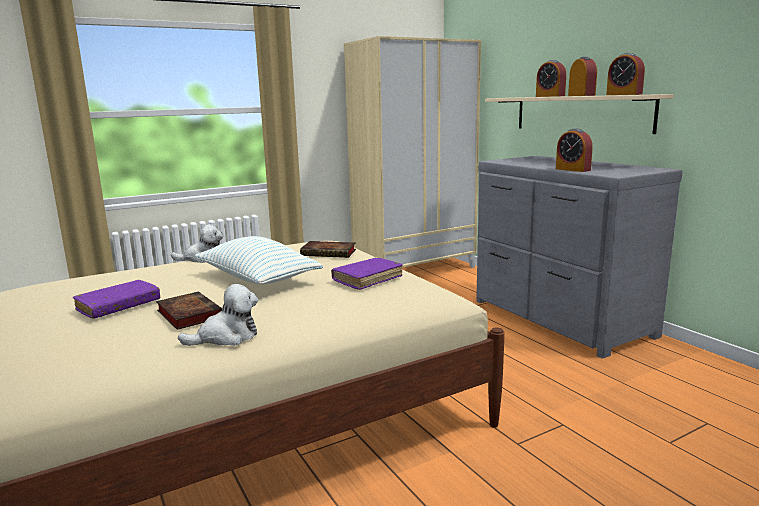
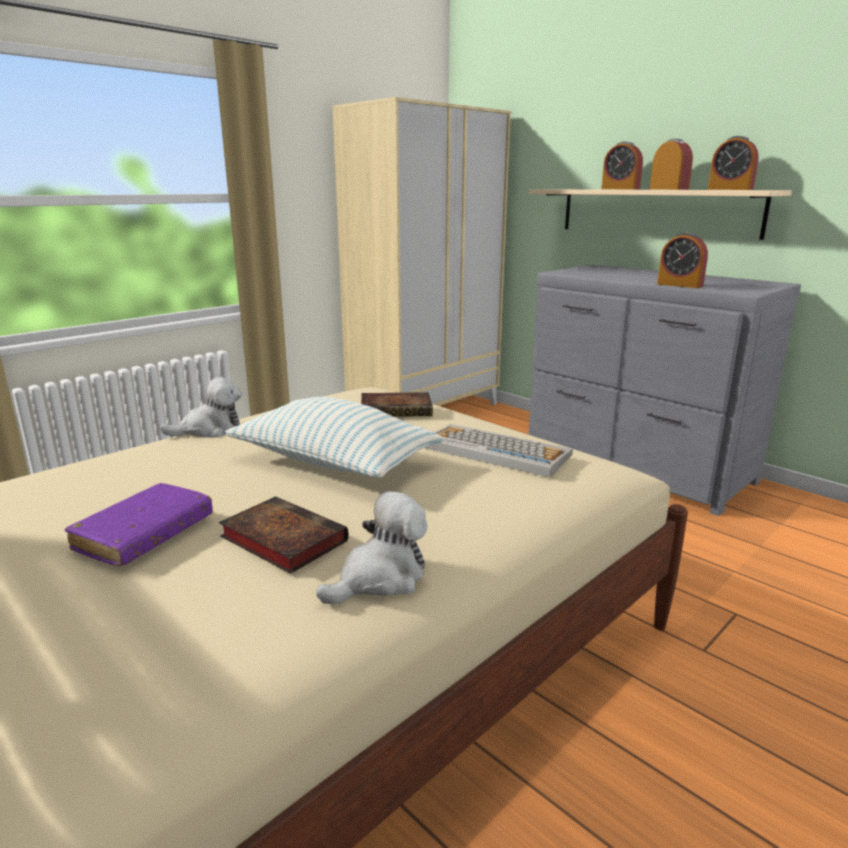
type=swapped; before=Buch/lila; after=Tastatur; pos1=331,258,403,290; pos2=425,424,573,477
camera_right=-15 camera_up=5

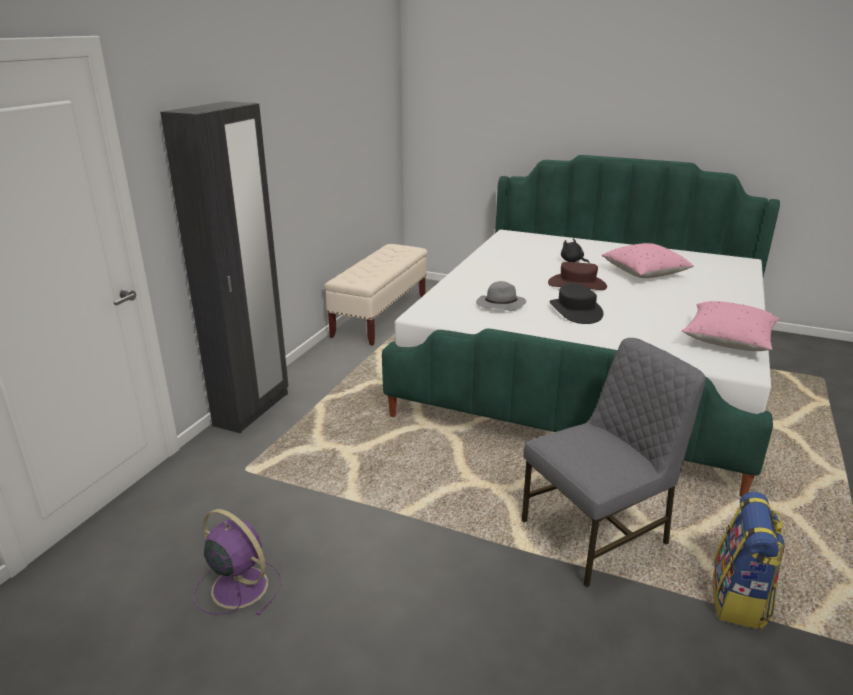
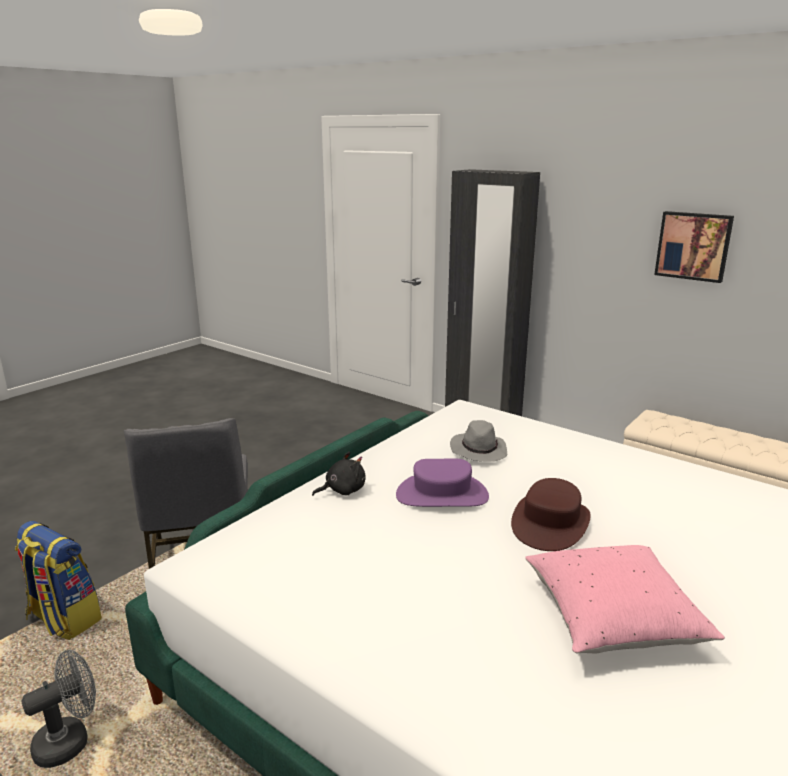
type=gone; before=Ventilator/lila; pos1=194,509,281,616
type=repainted; before=Hut/schwarz; after=Hut/lila; pos1=549,283,603,324; pos2=396,458,489,507
type=shifted; before=Plüschtier/schwarz; pos1=561,238,589,263; pos2=312,452,366,496
type=gone; before=Kissen/rosa; pos1=682,301,780,351
type=new; after=Ventilator/grau; pos2=21,650,96,768
type=new; after=Bild; pos2=654,211,734,283
camera_right=105 camera_up=-5

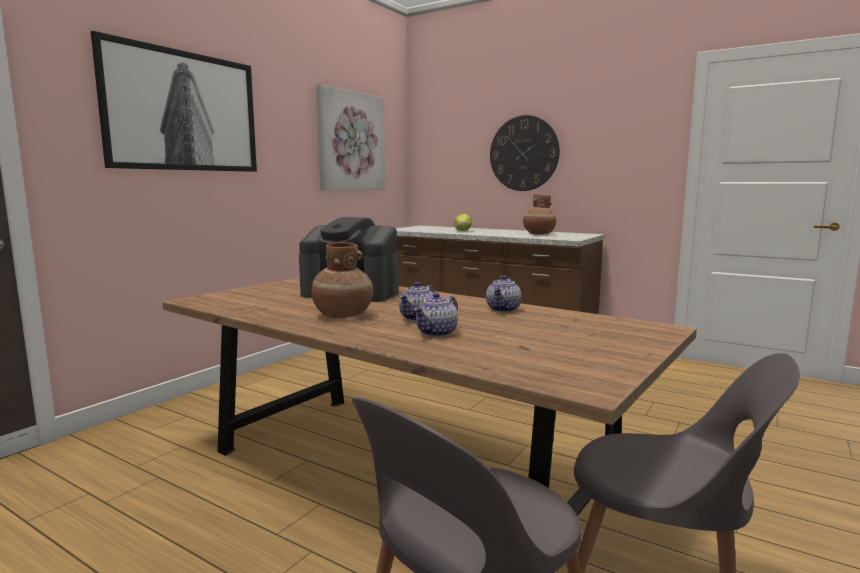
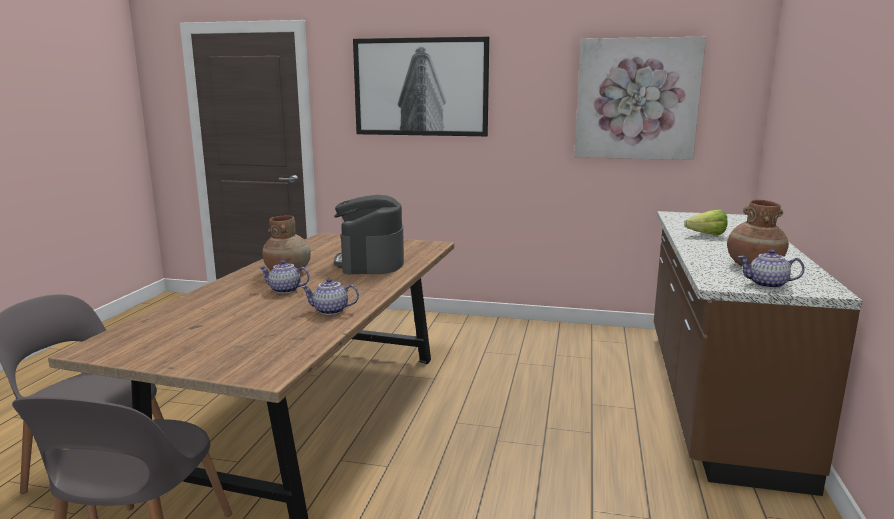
type=shifted; before=Teekanne; pos1=414,293,458,337; pos2=738,249,805,288
type=gone; before=Wanduhr; pos1=490,115,560,191
camera_right=70 camera_up=5

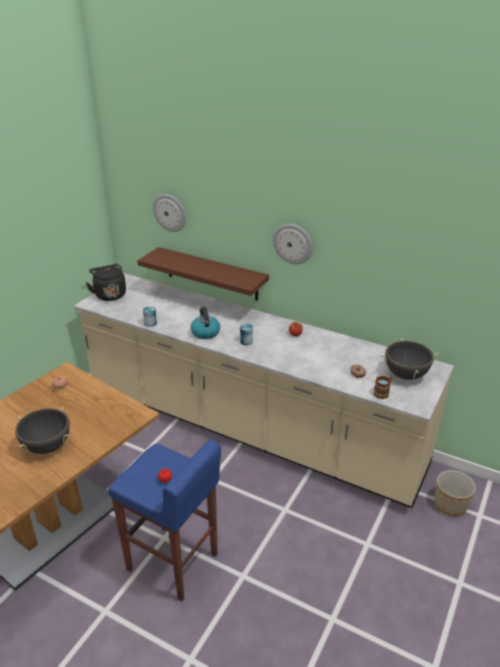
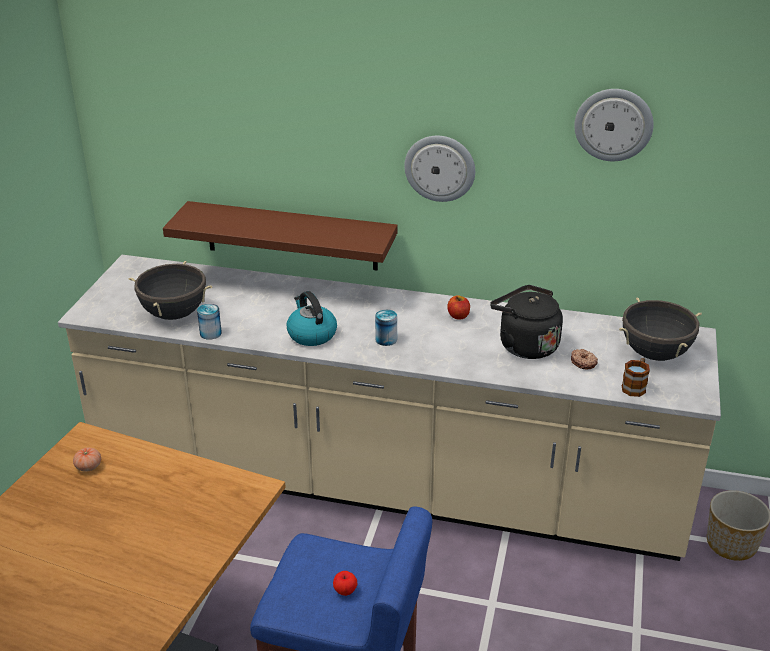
type=shifted; before=Kochtopf/schwarz; pos1=15,407,70,454; pos2=129,261,213,320
type=shifted; before=Wasserkessel/schwarz; pos1=86,264,126,301; pos2=490,285,563,359
type=shifted; before=Wanduhr; pos1=153,194,186,232; pos2=574,89,654,161
camera_right=-15 camera_up=0

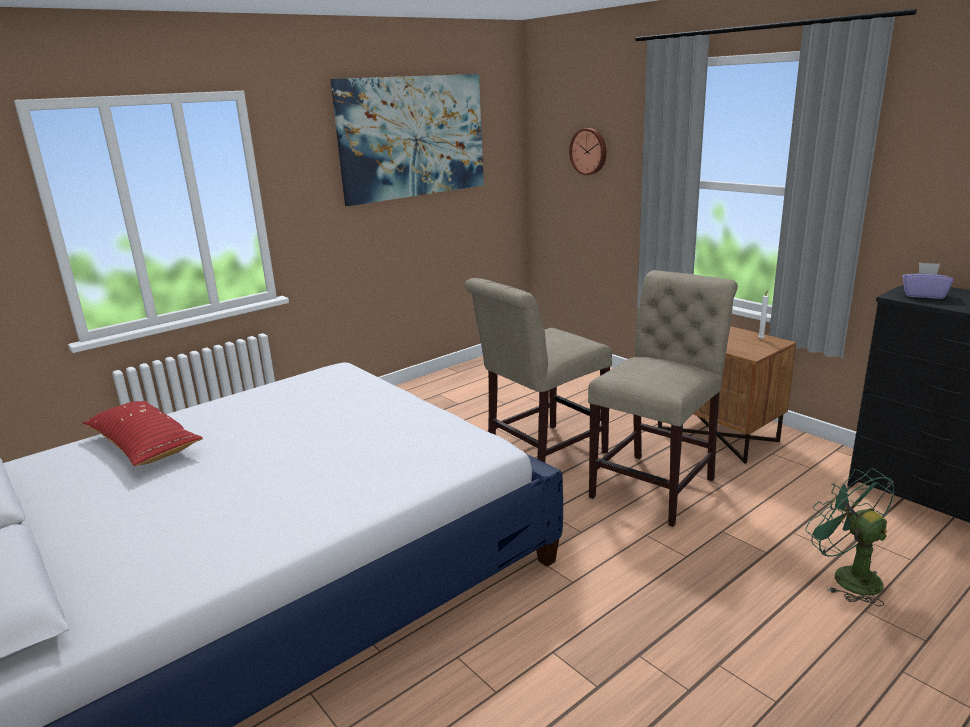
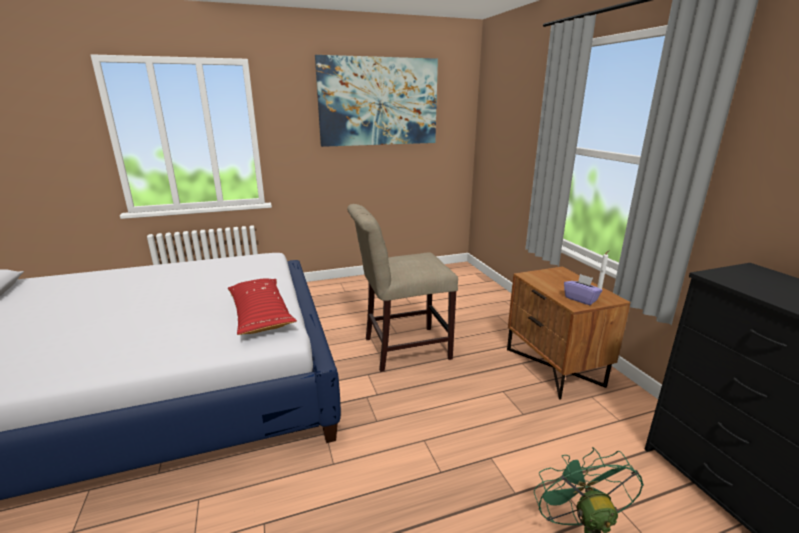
type=shifted; before=Kissen/rot; pos1=83,401,203,466; pos2=228,279,297,335
type=gone; before=Wanduhr; pos1=569,128,607,175
type=gone; before=Stuhl/beige; pos1=588,270,738,527
type=shifted; before=Taschentuchbox/lila; pos1=902,262,954,299; pos2=564,274,602,305
camera_right=20 camera_up=0

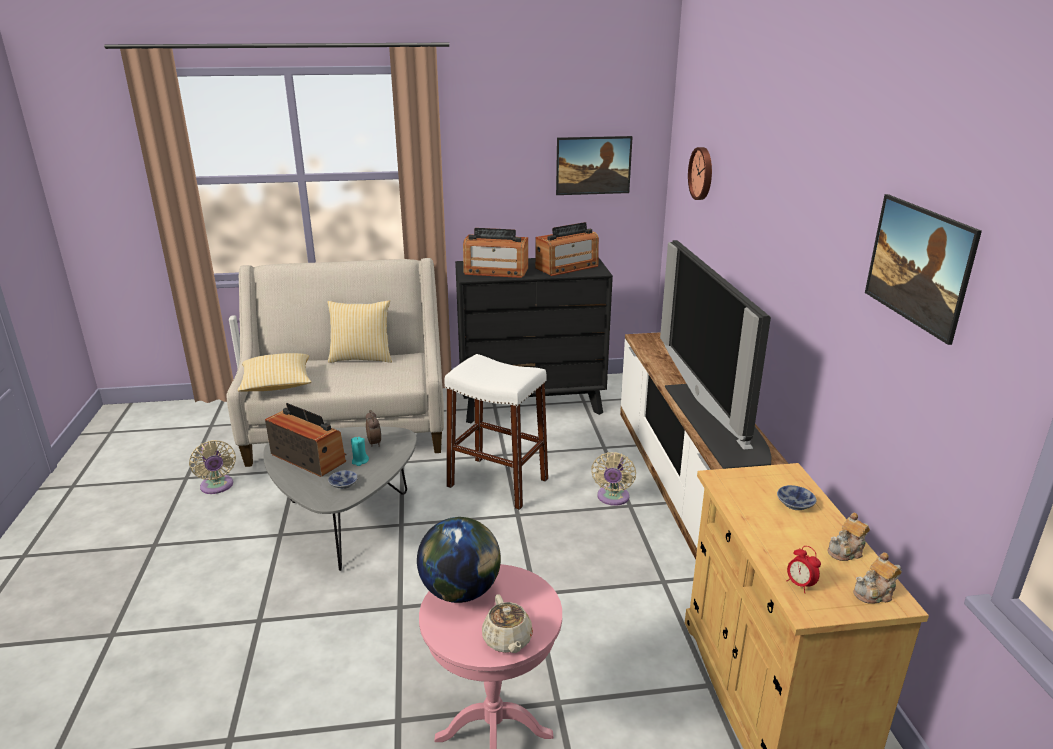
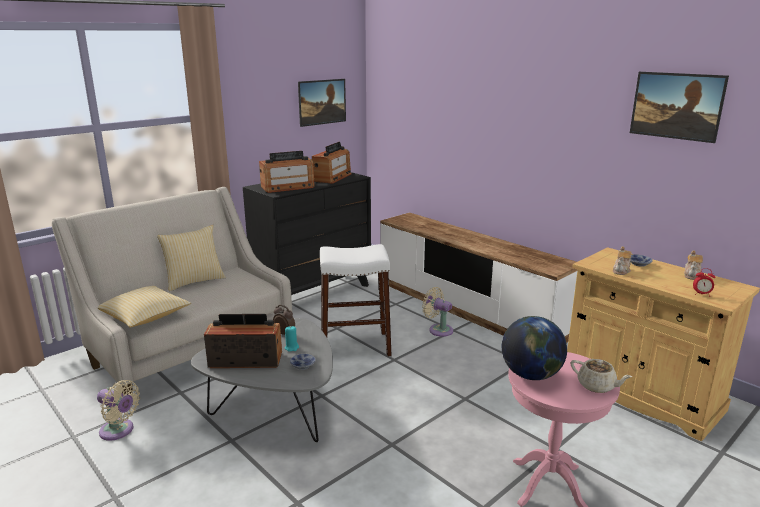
type=rotated; before=Ventilator/beige; pos1=591,452,636,506; pos2=422,287,453,337; turn=150
type=gone; before=Fernseher; pos1=660,240,771,469
type=gone; before=Wanduhr; pos1=688,147,712,200
type=shifted; before=Teekanne; pos1=853,552,902,604; pos2=613,246,632,275
camera_right=-35 camera_up=-5

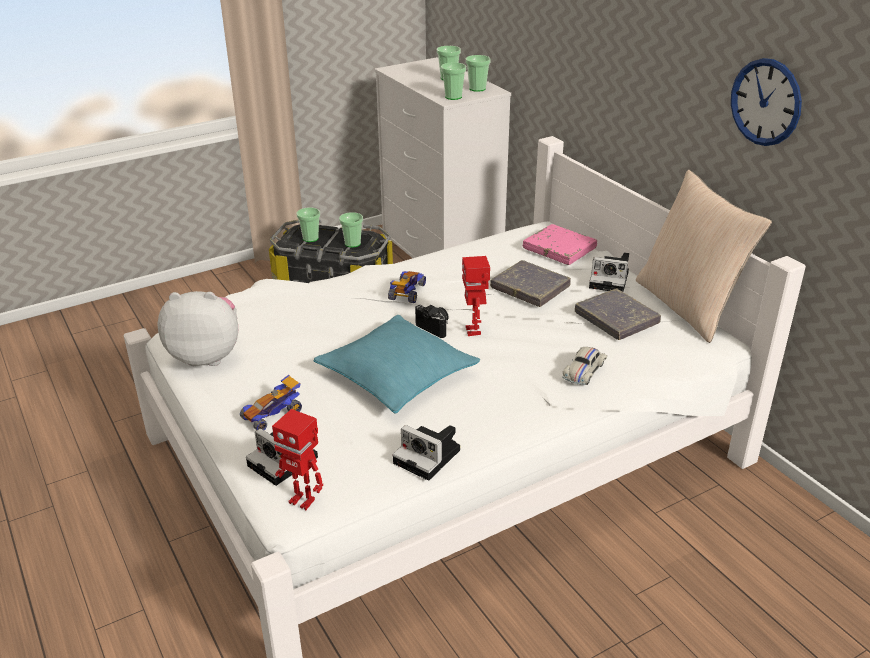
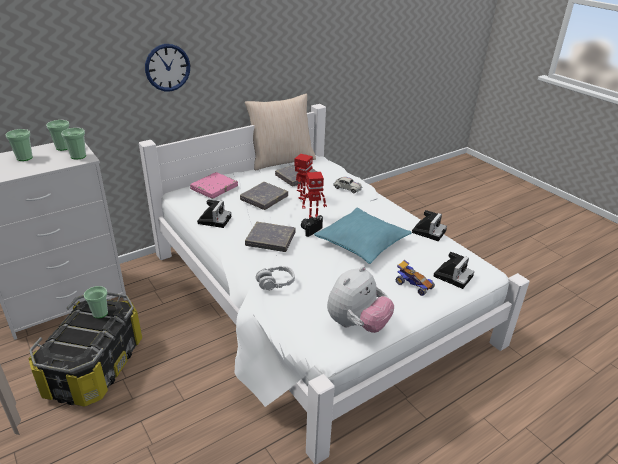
type=rotated; before=Plüschtier; pos1=157,291,238,366; pos2=327,266,394,333; turn=-135
type=shifted; before=Spielzeugroboter; pos1=272,409,323,510; pos2=294,154,313,200
type=gone; before=Tasse; pos1=296,207,320,242
type=swapped; before=Spielzeugauto; after=Buch/grau; pos1=388,271,426,303; pos2=245,222,296,252
type=shifted; before=Kamera; pos1=589,253,629,292; pos2=197,200,231,228
type=shifted; before=Wanduhr; pos1=731,58,802,146; pos2=145,44,190,91
type=new; after=Kopfhörer/grau; pos2=256,266,295,290
camera_right=-95 camera_up=0

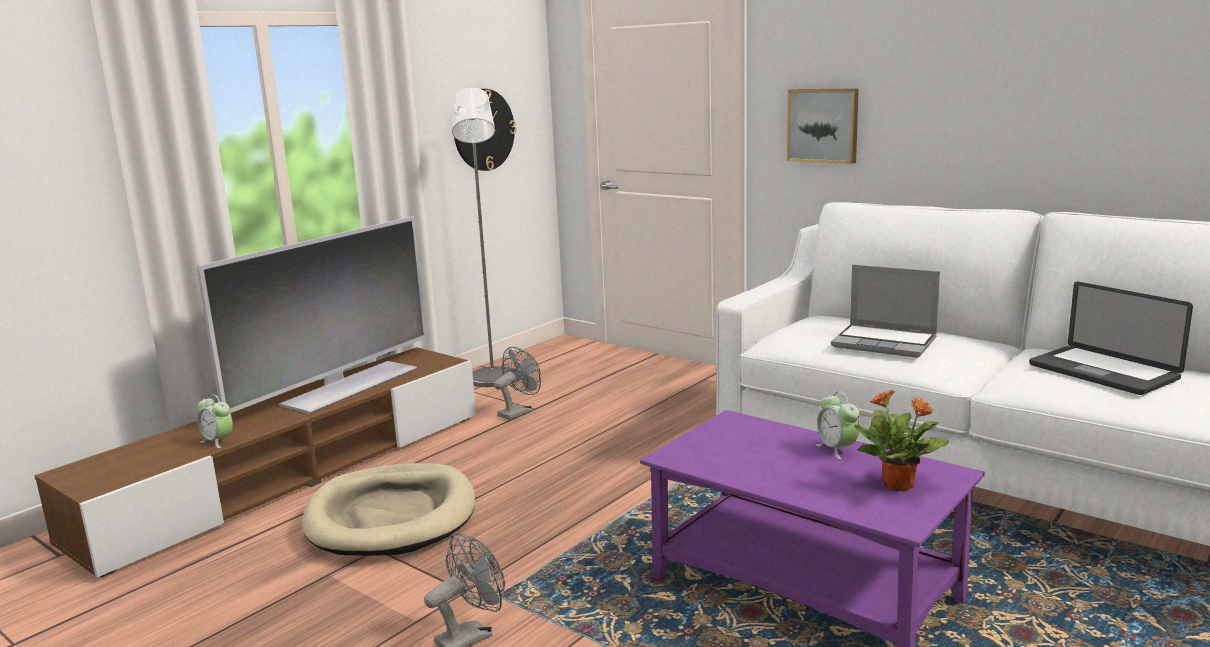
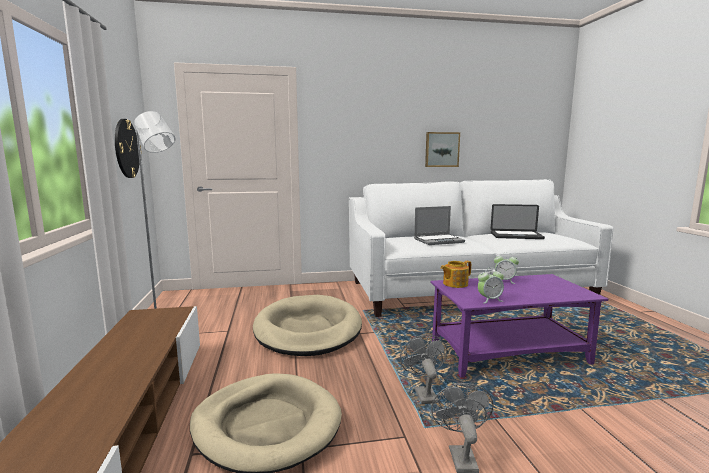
type=gone; before=Fernseher; pos1=197,216,427,414
type=shifted; before=Wecker; pos1=197,394,233,448; pos2=478,267,504,303
type=shifted; before=Ventilator/grau; pos1=494,347,541,420; pos2=400,335,448,404
type=shifted; before=Bild; pos1=787,88,859,164; pos2=425,132,460,167
type=gone; before=Topfpflanze; pos1=854,389,949,491
type=new; after=Hundebett/beige; pos2=253,295,362,356
type=new; after=Teekanne; pos2=441,261,471,288
camera_right=-50 camera_up=-5

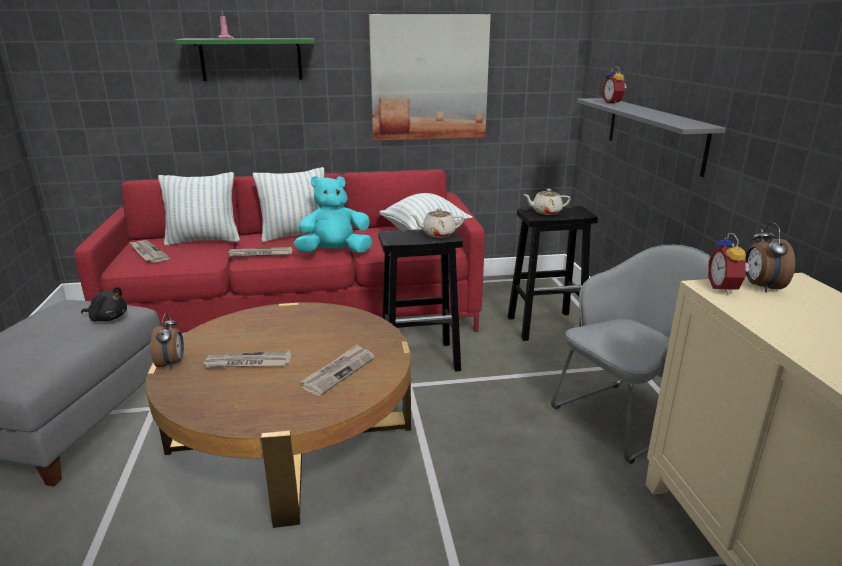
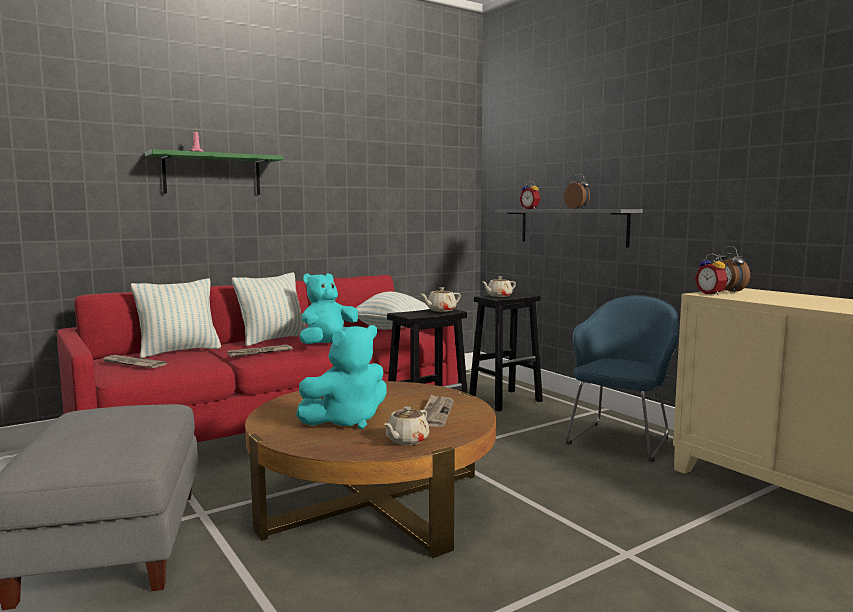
type=gone; before=Plüschtier/schwarz; pos1=81,287,127,321
type=shifted; before=Wecker; pos1=151,313,184,370; pos2=564,174,590,209
type=swapped; before=Zeitung; after=Plüschtier/türkis; pos1=203,351,291,369; pos2=296,325,387,429
type=gone; before=Bild; pos1=369,14,491,141
type=repainted; before=Sessel/grau; after=Sessel/blau; pos1=551,245,711,464; pos2=566,295,678,462
type=new; after=Teekanne/beige; pos2=384,406,429,445
camera_right=-25 camera_up=-15

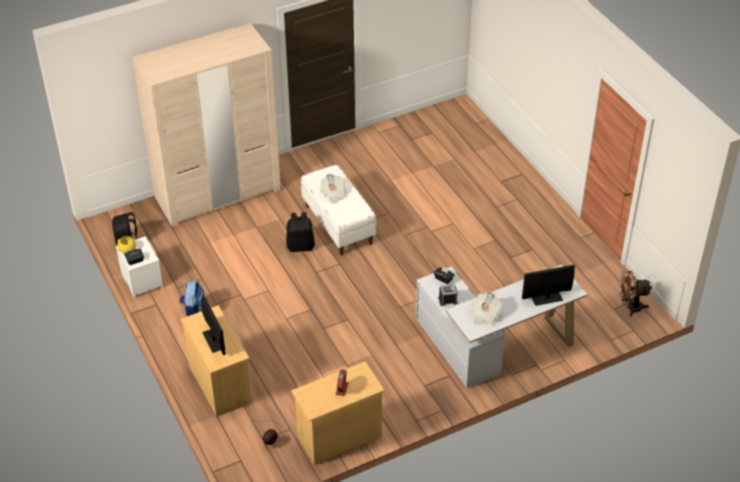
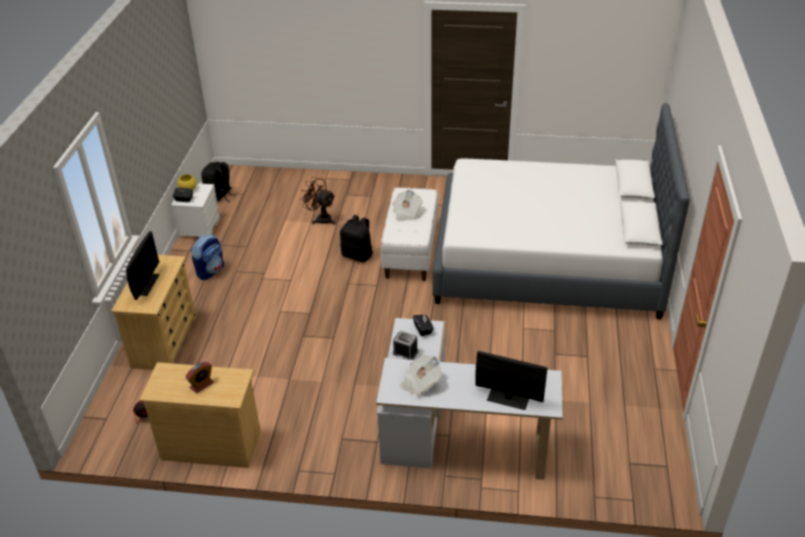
type=gone; before=Kleiderschrank/beige; pos1=132,23,281,227
type=shifted; before=Ventilator/braun; pos1=620,271,652,316; pos2=300,177,335,225
type=new; after=Bett/weiß; pos2=432,103,690,319
camera_right=35 camera_up=-5

